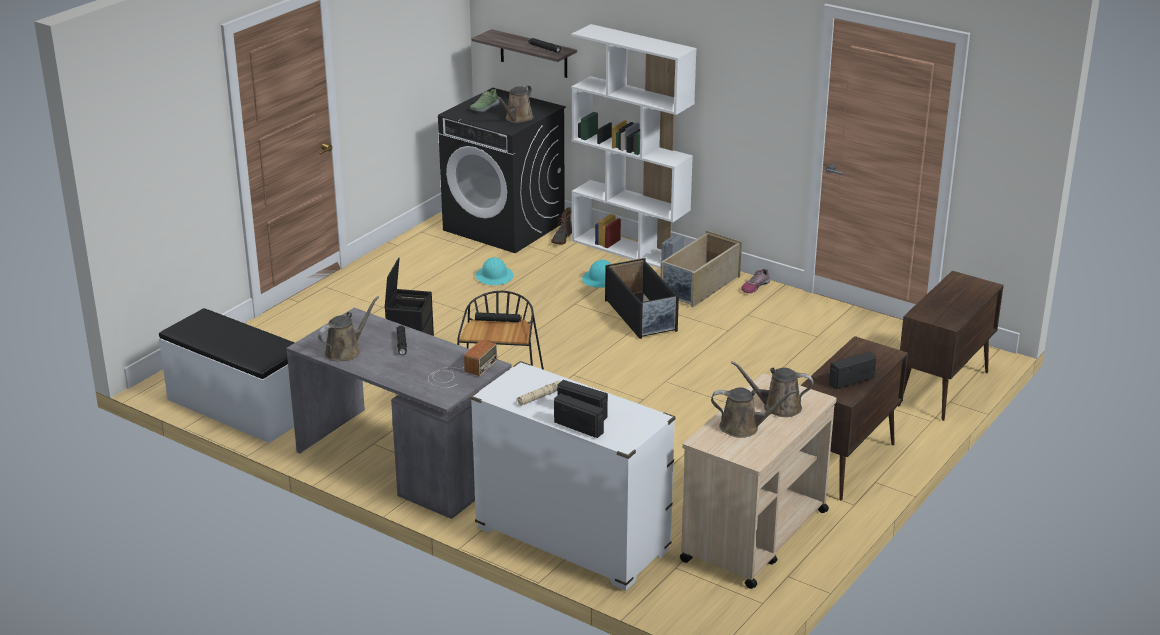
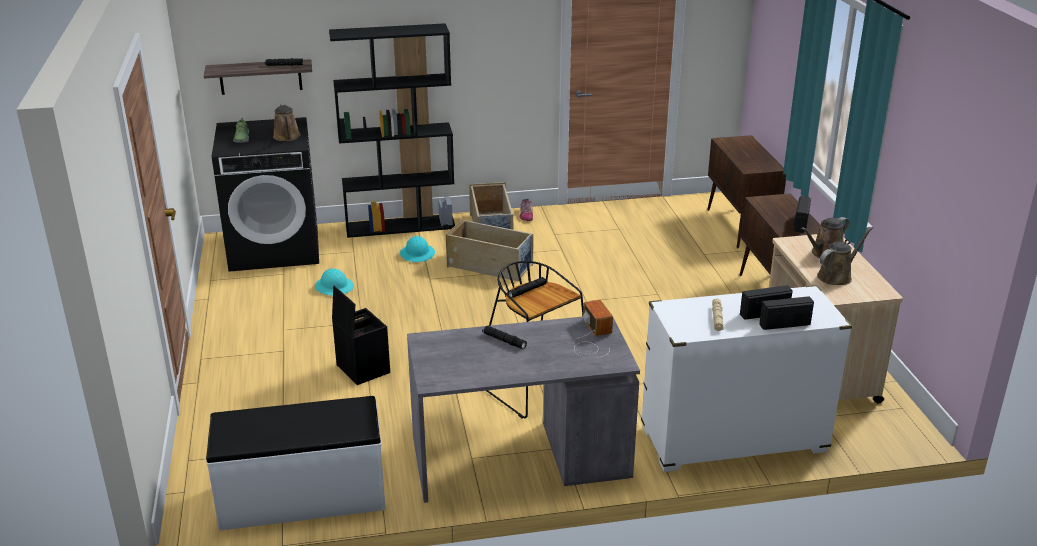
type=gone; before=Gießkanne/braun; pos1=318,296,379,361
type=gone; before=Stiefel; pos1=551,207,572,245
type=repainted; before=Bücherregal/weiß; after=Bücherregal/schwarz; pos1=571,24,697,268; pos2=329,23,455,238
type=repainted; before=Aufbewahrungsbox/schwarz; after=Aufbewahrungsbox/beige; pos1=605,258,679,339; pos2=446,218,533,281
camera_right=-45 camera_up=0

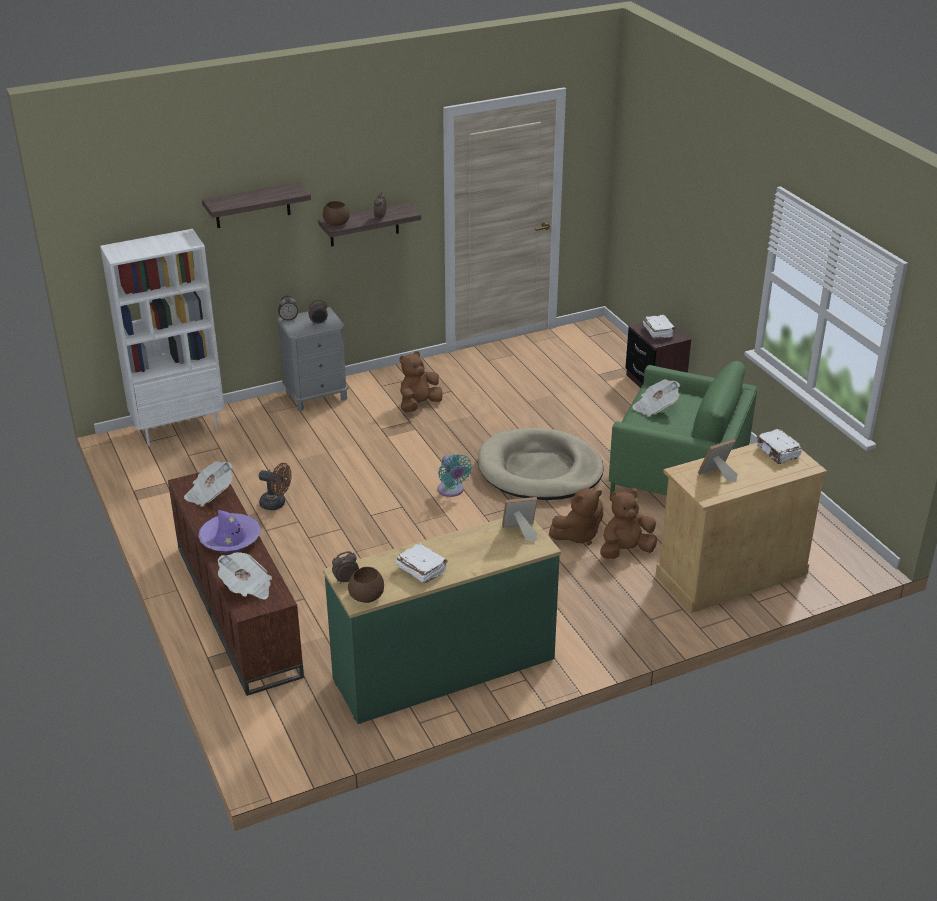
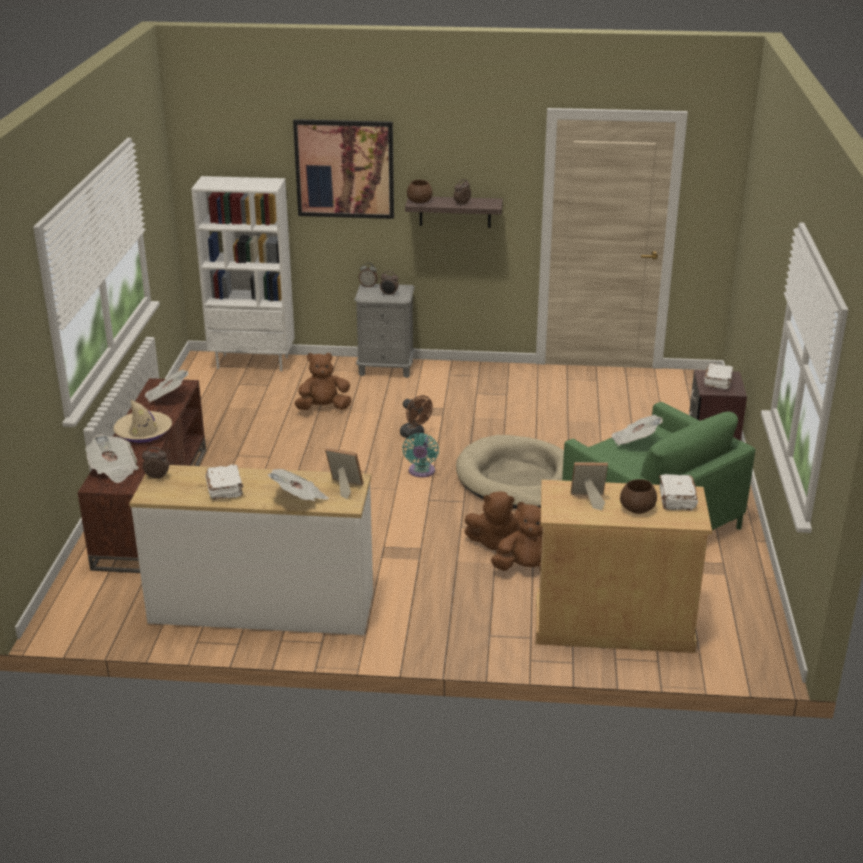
type=repainted; before=Hut/lila; after=Hut/beige; pos1=198,510,261,553; pos2=113,399,172,443
type=swapped; before=Wandregal; after=Bild; pos1=202,182,311,228; pos2=293,119,394,219
type=shifted; before=Ventilator/braun; pos1=259,463,291,510; pos2=400,395,433,439
type=repainted; before=Kommode/grün; after=Kommode/weiß; pos1=323,518,561,724; pos2=129,465,373,635
type=shifted; before=Schüssel/braun; pos1=348,567,384,603; pos2=620,479,657,514
type=shifted; before=Plüschtier/braun; pos1=399,351,443,413; pos2=294,353,352,410
type=new; after=Zeitung; pos2=267,469,329,501
camera_right=30 camera_up=-5

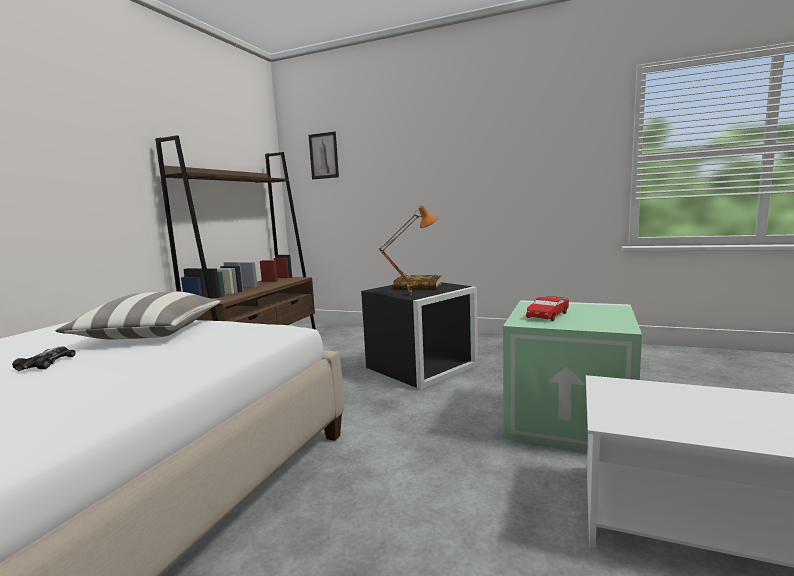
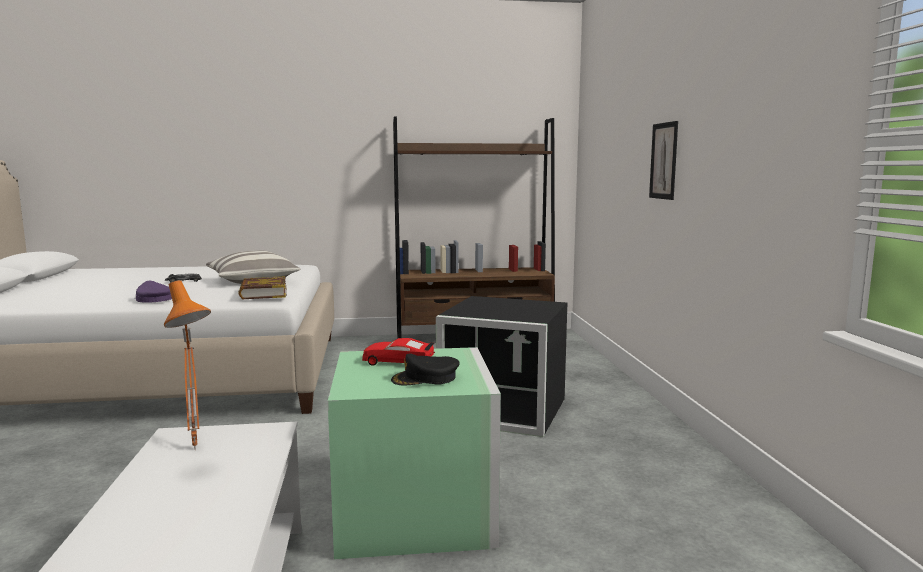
type=shifted; before=Bild; pos1=309,132,339,179; pos2=649,121,678,200
type=shifted; before=Tischlampe/orange; pos1=378,205,439,295; pos2=164,280,211,450
type=shifted; before=Buch; pos1=393,275,442,290; pos2=238,276,287,299
type=new; after=Kappe/lila; pos2=136,281,172,303
type=new; after=Kappe/schwarz; pos2=391,354,460,385
camera_right=60 camera_up=0

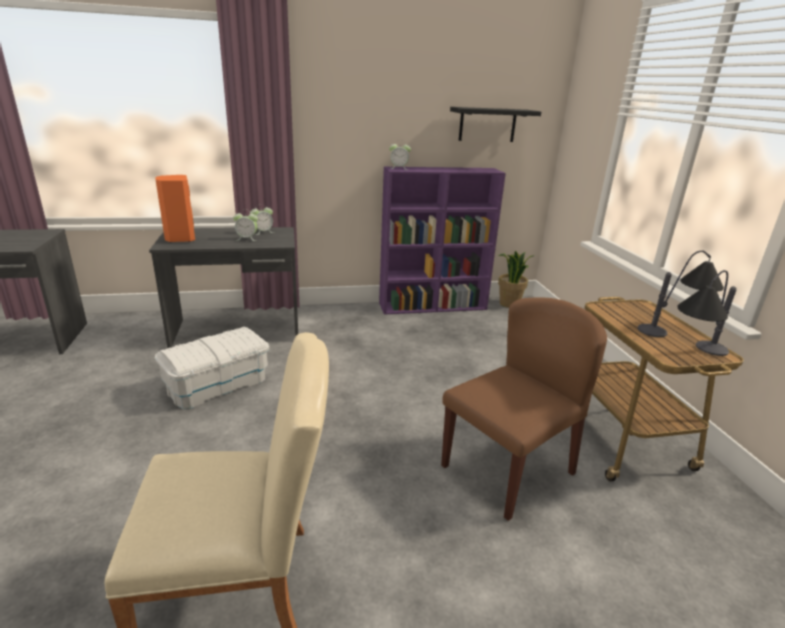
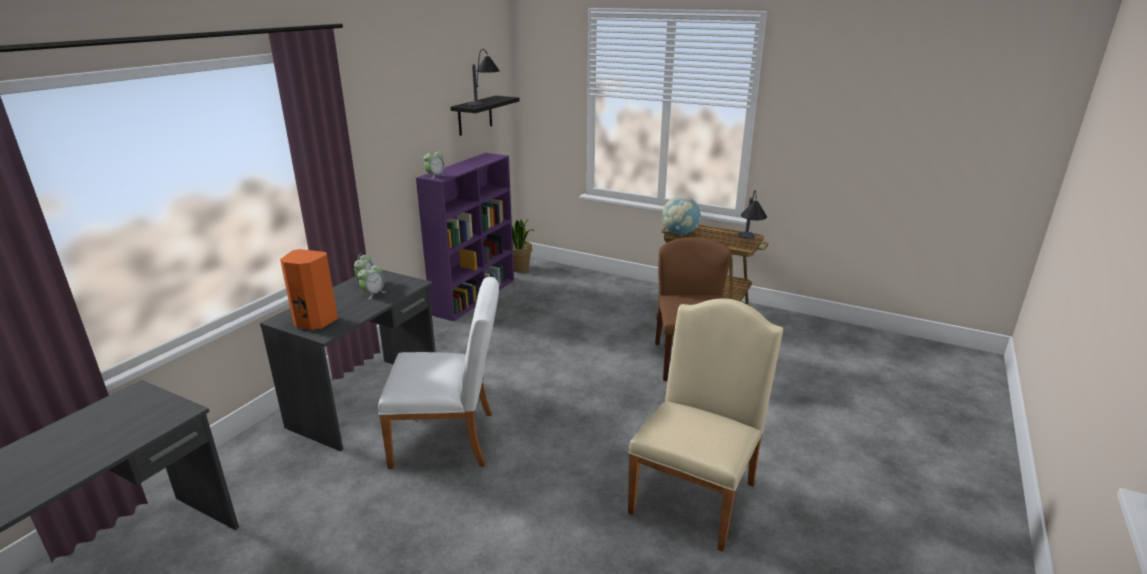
type=swapped; before=Aufbewahrungsbox/weiß; after=Stuhl/weiß; pos1=155,327,269,409; pos2=378,277,499,469
type=shifted; before=Tischlampe; pos1=638,251,724,337; pos2=468,49,500,106
type=new; after=Globus; pos2=662,196,701,236
camera_right=-50 camera_up=0

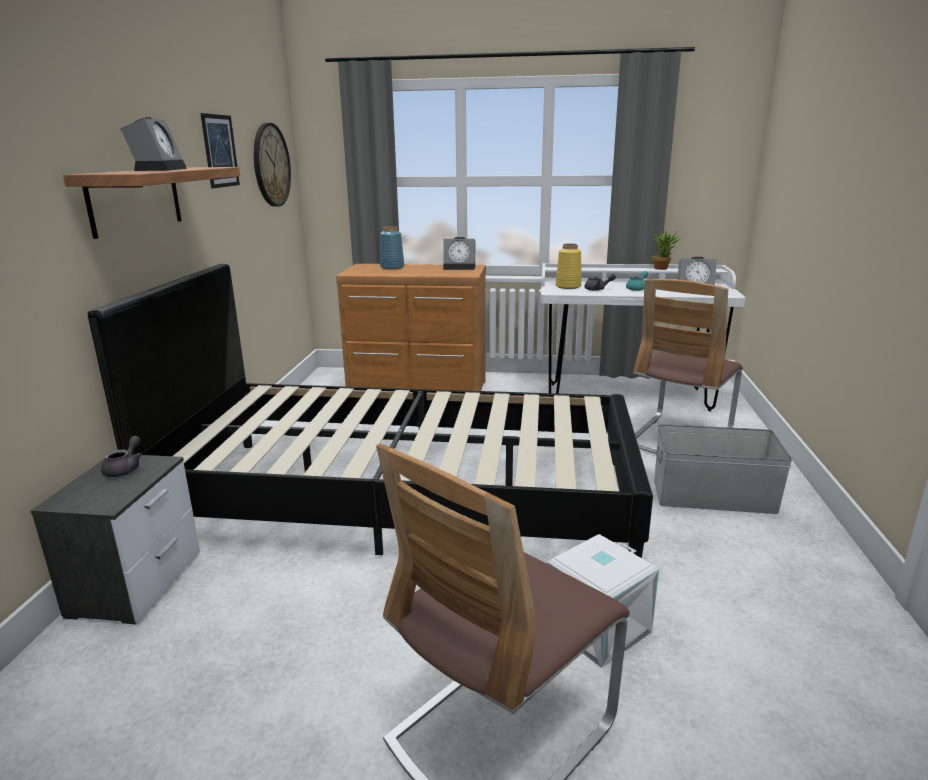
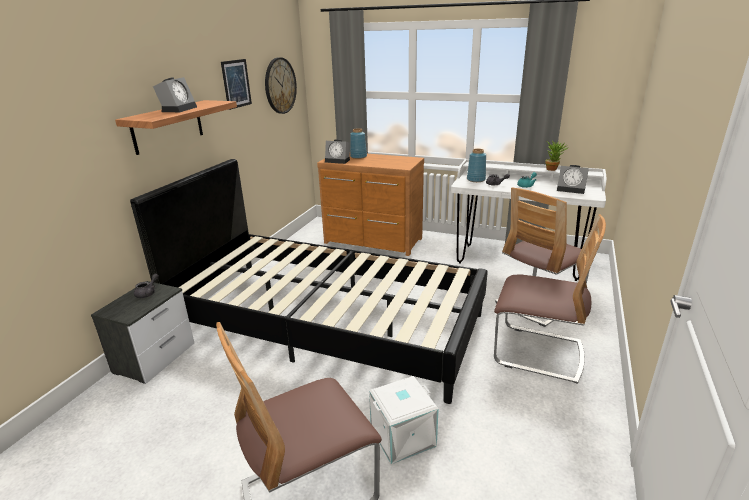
type=shifted; before=Wecker; pos1=443,237,475,270; pos2=325,140,350,164
type=repainted; before=Vase/gelb; after=Vase/blau; pos1=556,243,581,289; pos2=467,149,486,182
type=swapped; before=Aufbewahrungsbox/grau; after=Stuhl; pos1=654,424,793,514; pos2=494,214,606,384
camera_right=15 camera_up=5

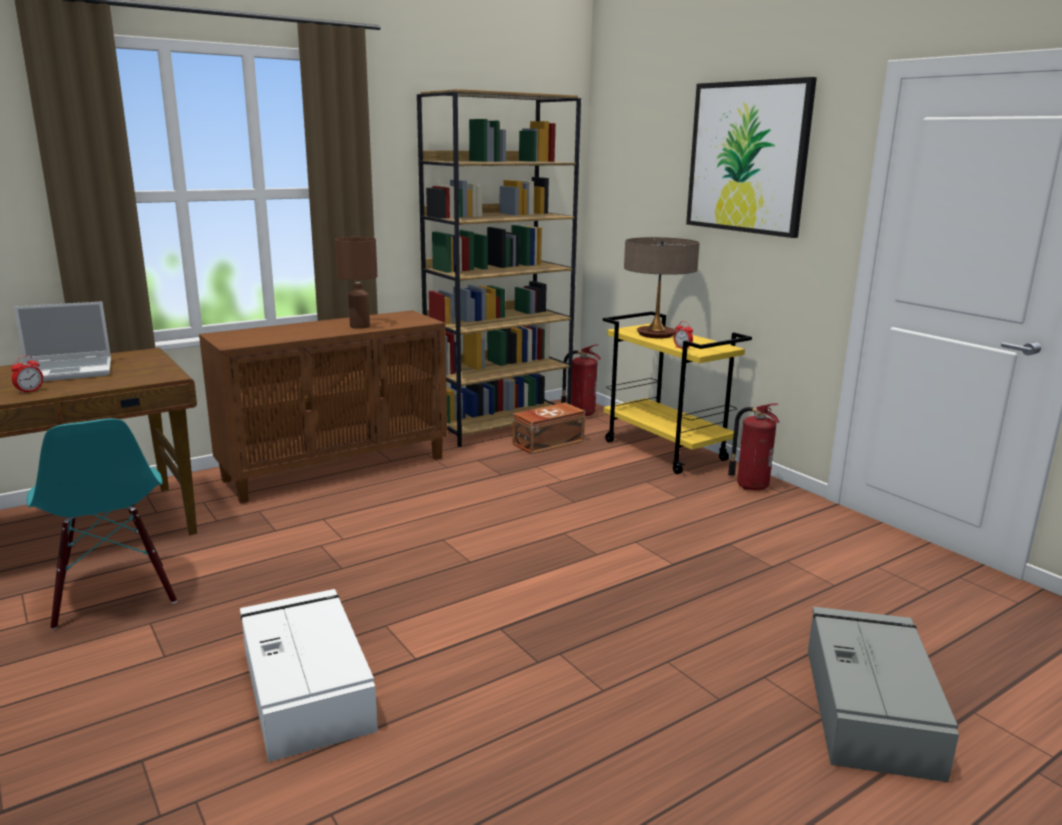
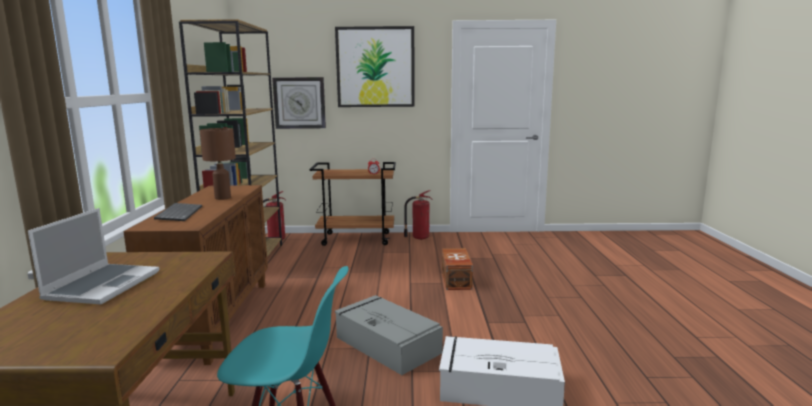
type=gone; before=Wecker; pos1=11,356,43,394
type=shifted; before=Aufbewahrungsbox/braun; pos1=512,403,585,455; pos2=442,248,473,290
type=repainted; before=Rollwagen/gelb; after=Rollwagen/braun; pos1=603,311,752,474; pos2=310,162,396,246
type=gone; before=Tischlampe; pos1=624,237,700,339
type=shifted; before=Aufbewahrungsbox/grau; pos1=808,607,959,782; pos2=335,295,443,375
type=new; after=Tastatur; pos2=154,203,202,221
type=new; after=Wanduhr; pos2=272,77,326,129
camera_right=-55 camera_up=-5

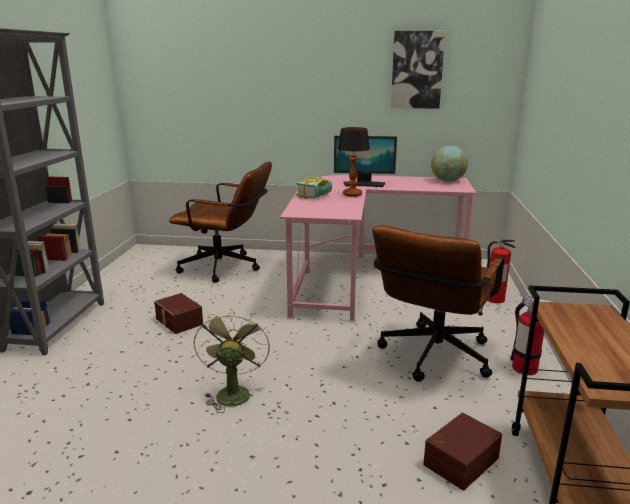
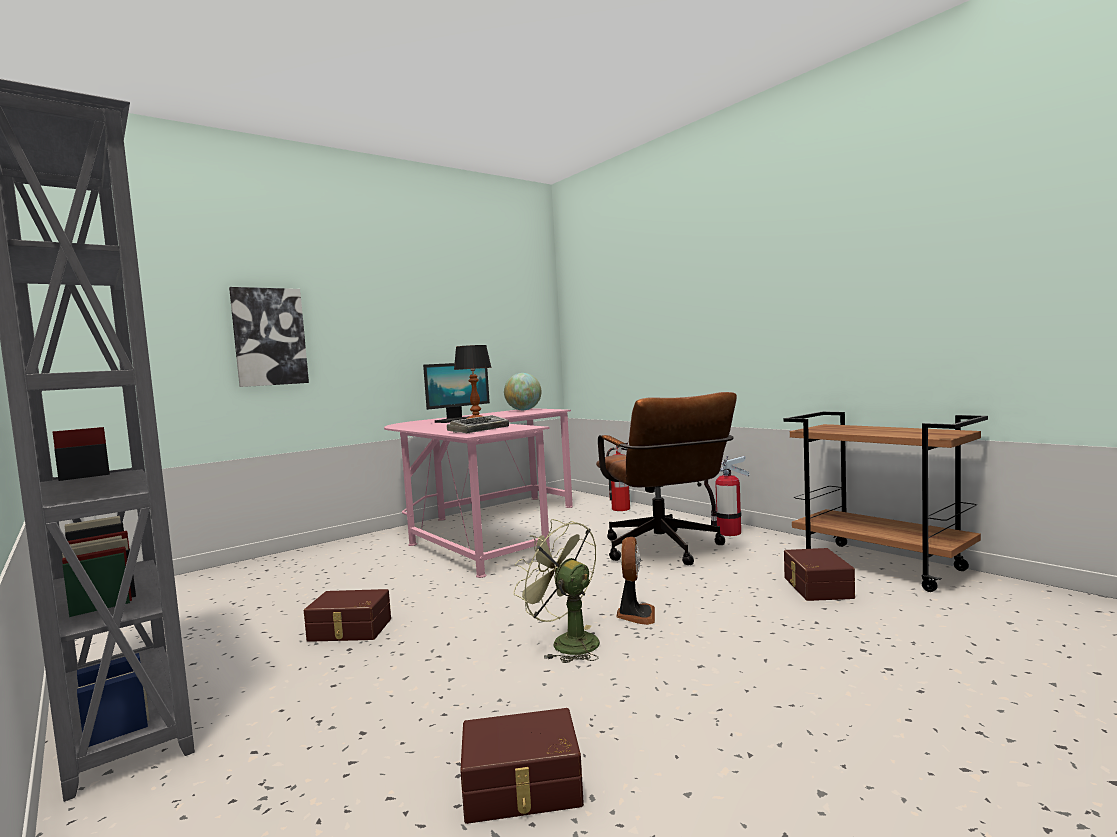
type=gone; before=Bürostuhl/braun; pos1=169,162,272,283
type=gone; before=Buch; pos1=296,177,332,199
type=shifted; before=Bild; pos1=391,31,445,109; pos2=229,287,309,387
type=new; after=Tastatur; pos2=447,415,509,433
type=new; after=Aufbewahrungsbox/braun; pos2=460,708,584,824
type=new; after=Ventilator; pos2=617,537,655,625
camera_right=-45 camera_up=-15

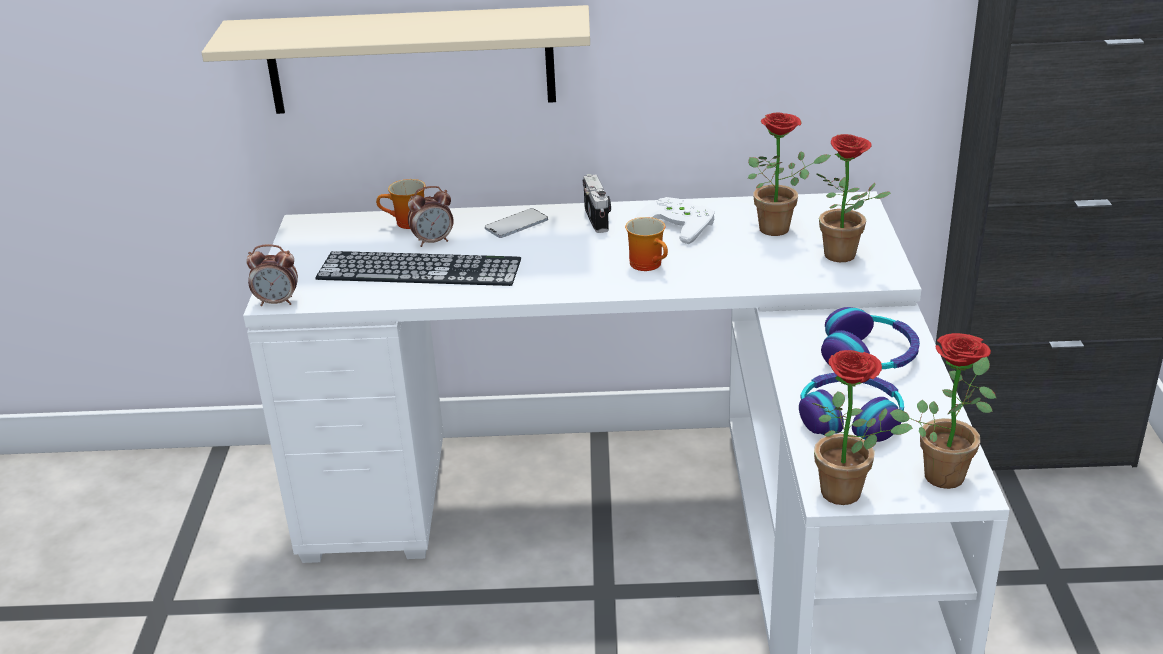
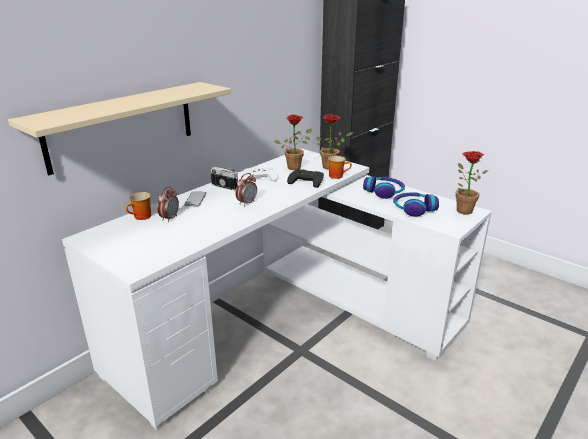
type=shifted; before=Wecker; pos1=246,244,298,306; pos2=235,173,257,206
type=gone; before=Tastatur; pos1=316,251,521,286
type=shifted; before=Henkelbecher; pos1=625,217,668,271; pos2=328,156,352,179
type=gone; before=Topfpflanze; pos1=812,350,913,505
type=new; after=Gamepad/schwarz; pos2=287,170,324,188
camera_right=-50 camera_up=-5

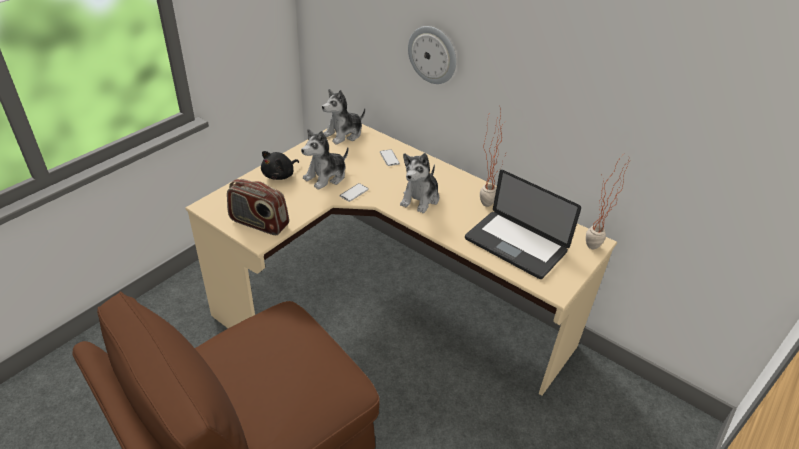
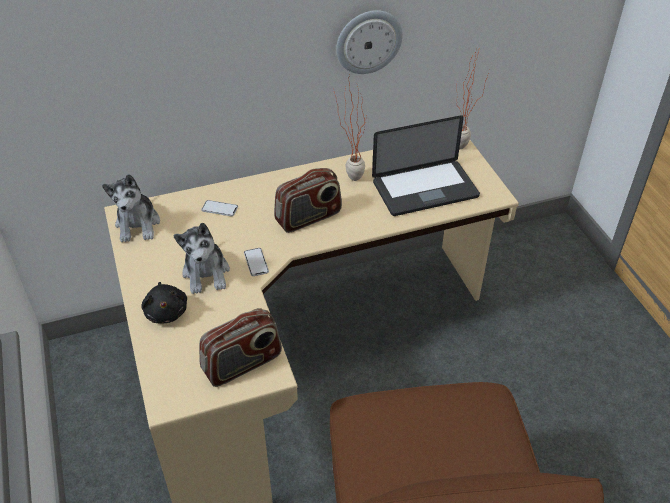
type=swapped; before=Plüschtier; after=Radio; pos1=400,153,439,213; pos2=274,168,342,233
type=shifted; before=Wanduhr; pos1=408,26,456,84; pos2=336,10,403,74
camera_right=-55 camera_up=5

